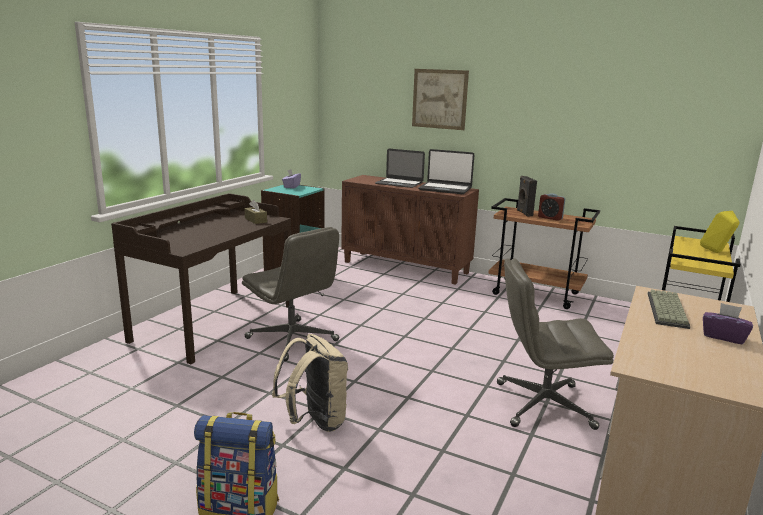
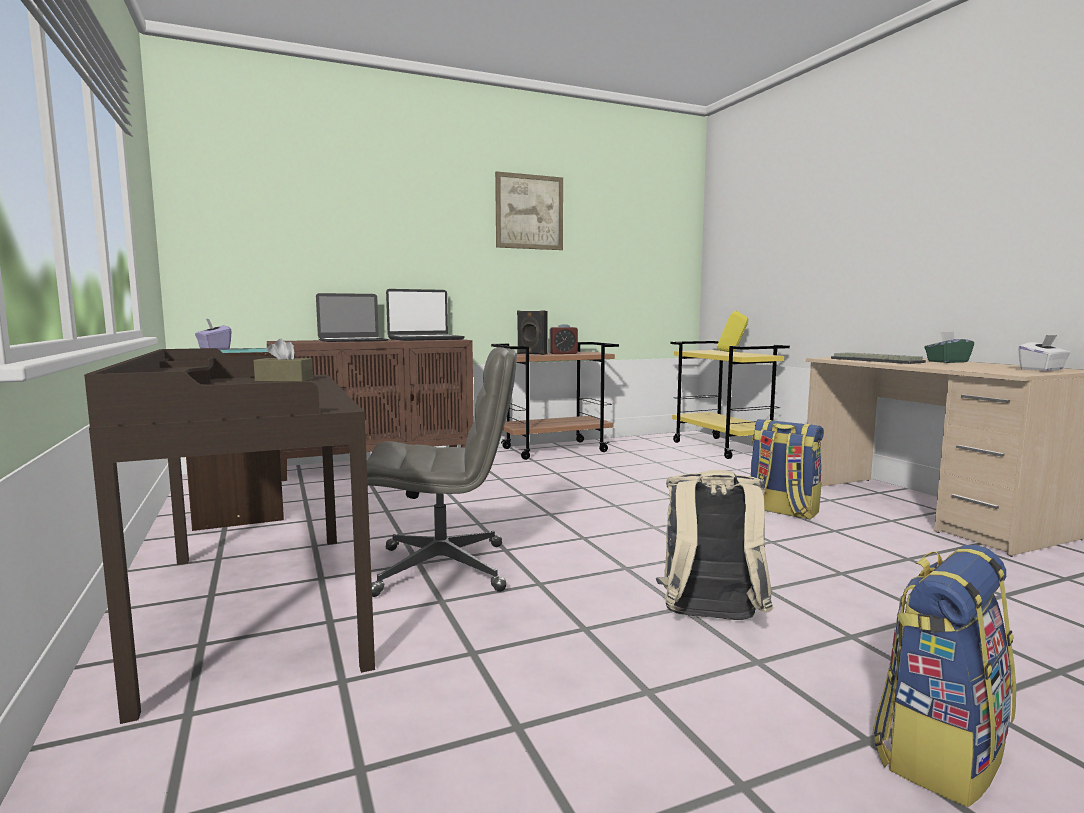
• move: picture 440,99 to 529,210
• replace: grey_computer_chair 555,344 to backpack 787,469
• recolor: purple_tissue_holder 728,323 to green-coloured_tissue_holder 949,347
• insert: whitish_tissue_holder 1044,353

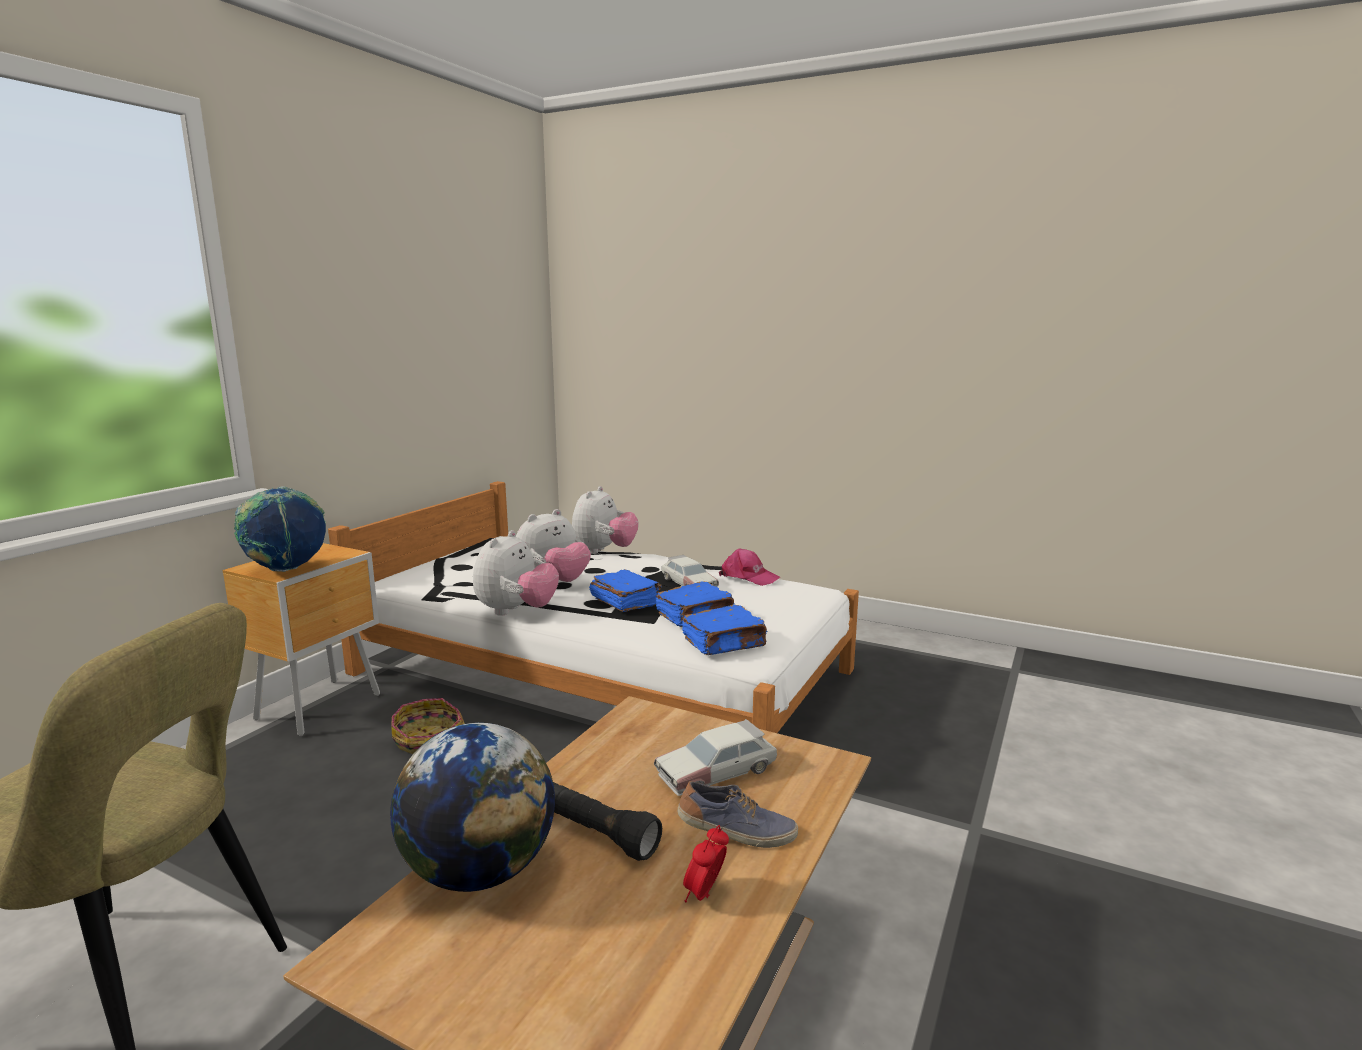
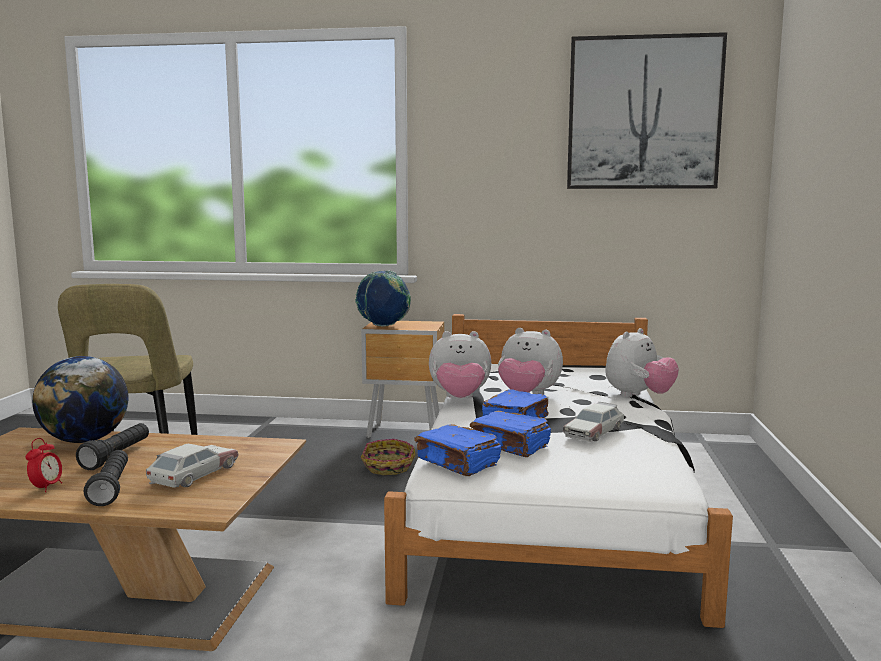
• rotate: table_clock 706,863 = 44,465 90 degrees clockwise
• replace: shoe 738,814 to black-coloured_hand_torch 106,478
• rotate: model_car 715,757 = 192,465 75 degrees clockwise
• insert: picture 647,110
• rotate: cuddly_toy 605,520 = 642,363 45 degrees counterclockwise
• delete: pink_baseball_cap 749,567

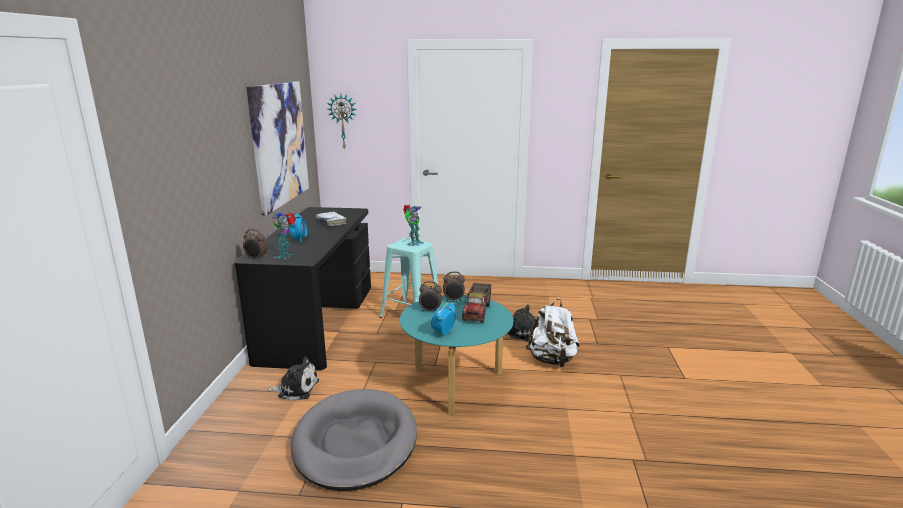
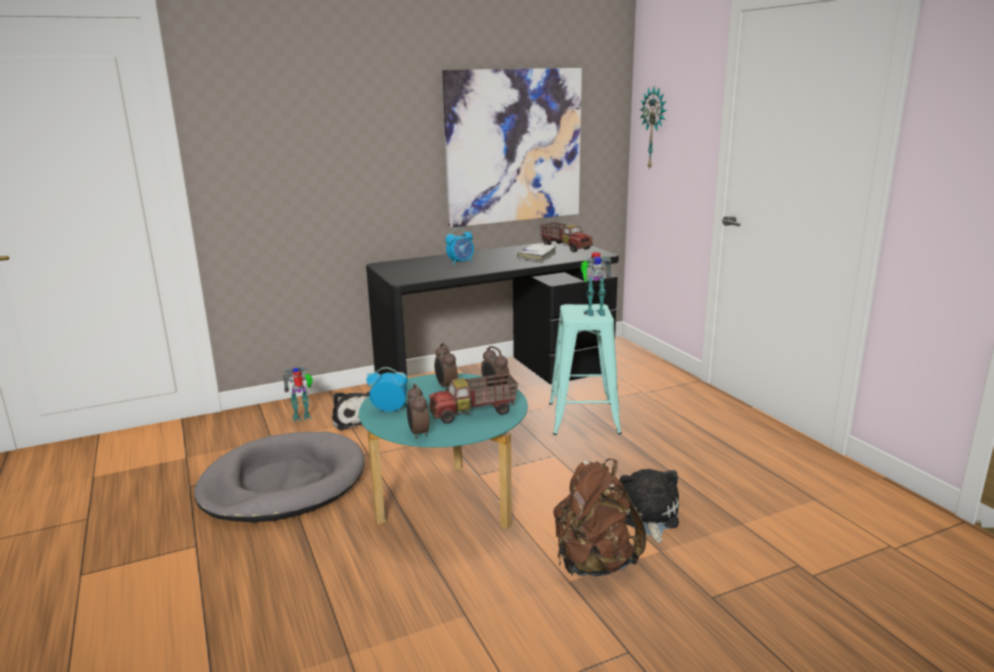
• move: robot_figure 284,236 to 298,394
• move: table_clock 255,244 to 418,411
• insert: model_truck 566,237
• recolor: whitish_backpack 553,333 to brown_backpack 599,517

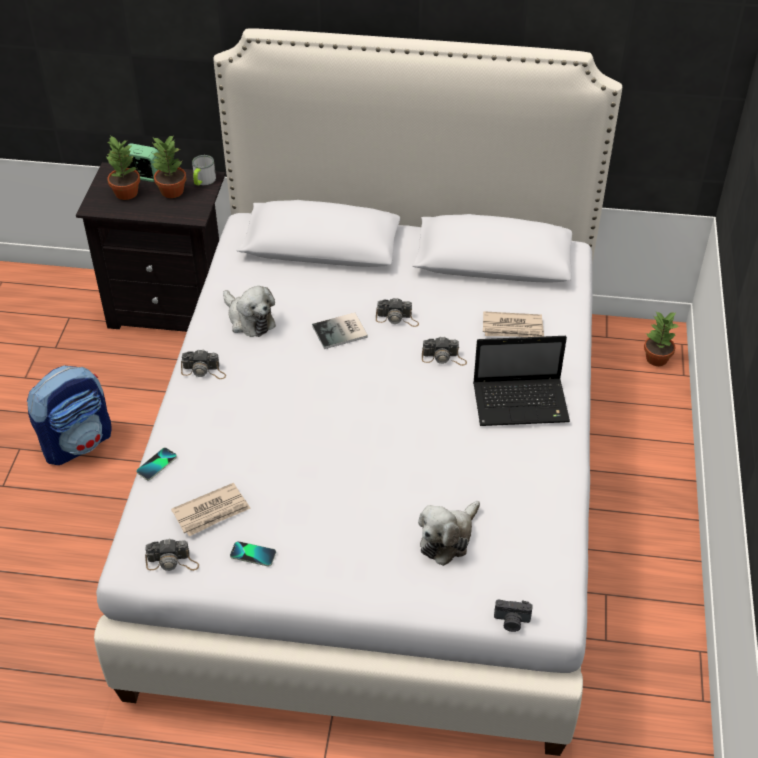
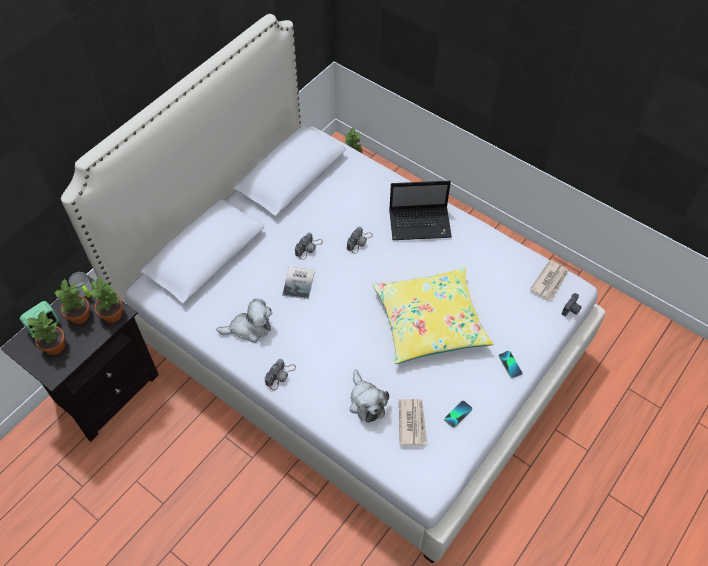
• insert: plant_in_a_pot 105,299
• move: cuddly_toy 449,533 to 369,396
• insert: yellow_throw_pillow 433,315
• rotate: notebook_computer 521,381 = 420,210 60 degrees clockwise
• move: telephone 156,464 to 511,364
• move: newspaper 513,324 to 549,280
• delete: backpack 69,415
• delete: still_camera 172,555

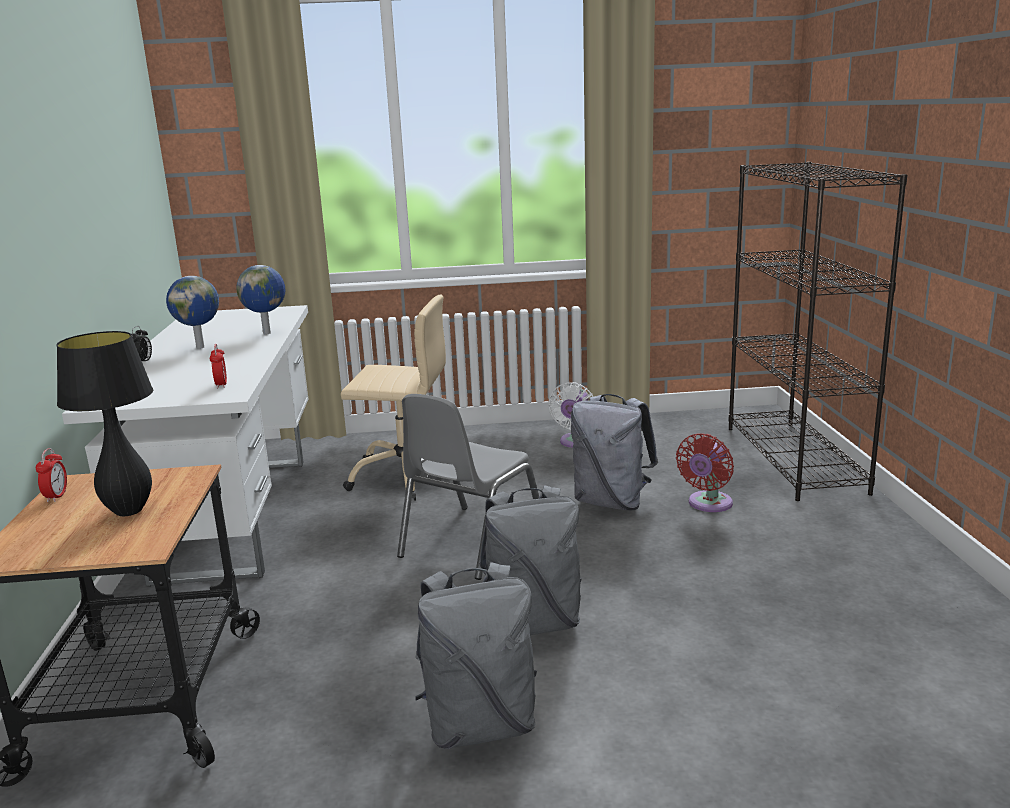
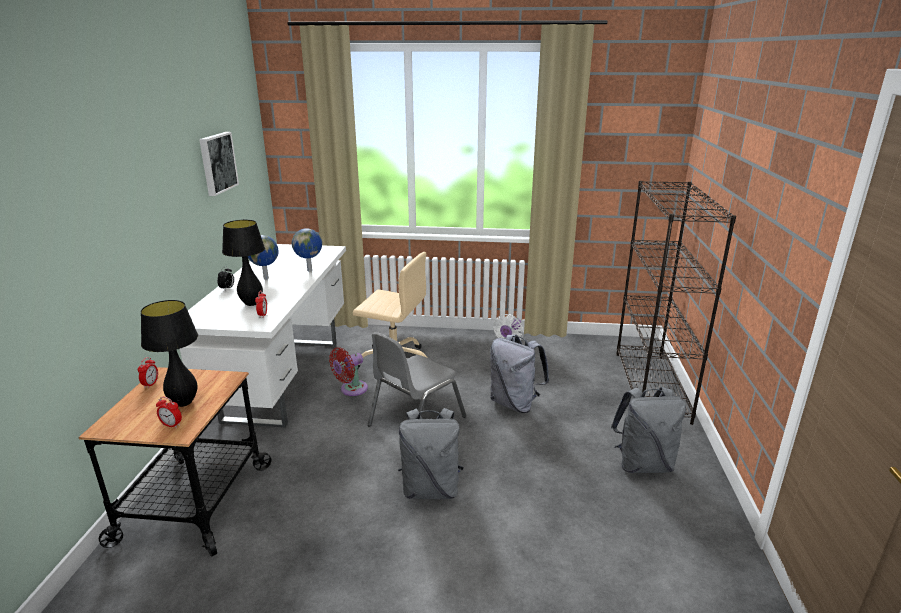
• insert: table_clock 169,412
• insert: picture 219,164
• insert: black-coloured_tabletop_lamp 243,263
• move: red-coloured_fan 705,472 to 348,371
• move: grey_backpack 476,655 to 648,430

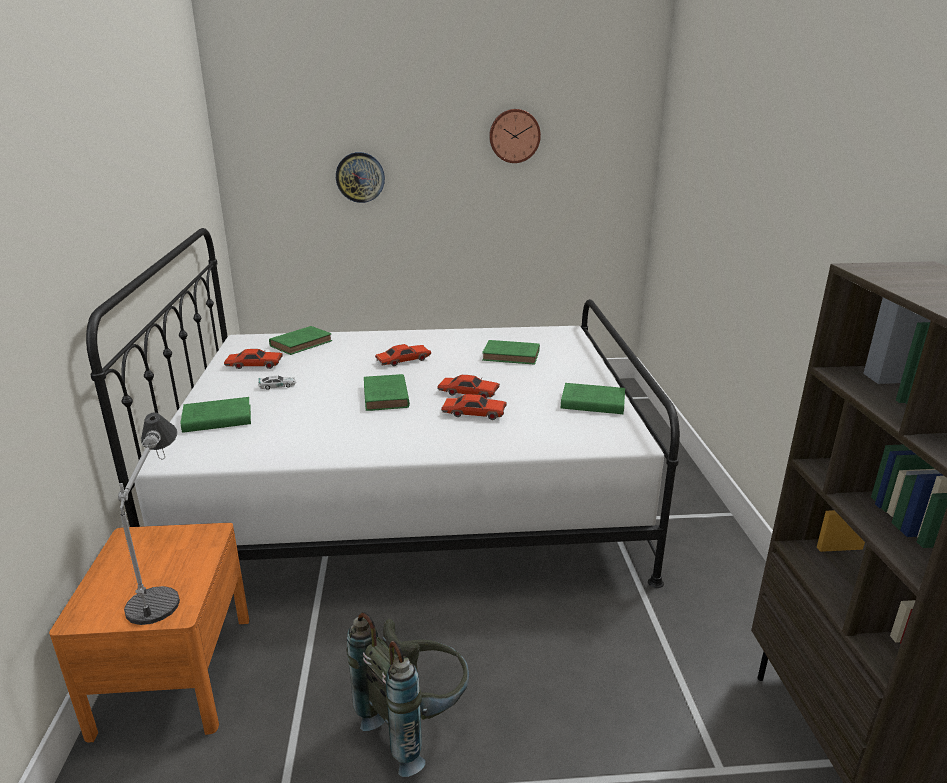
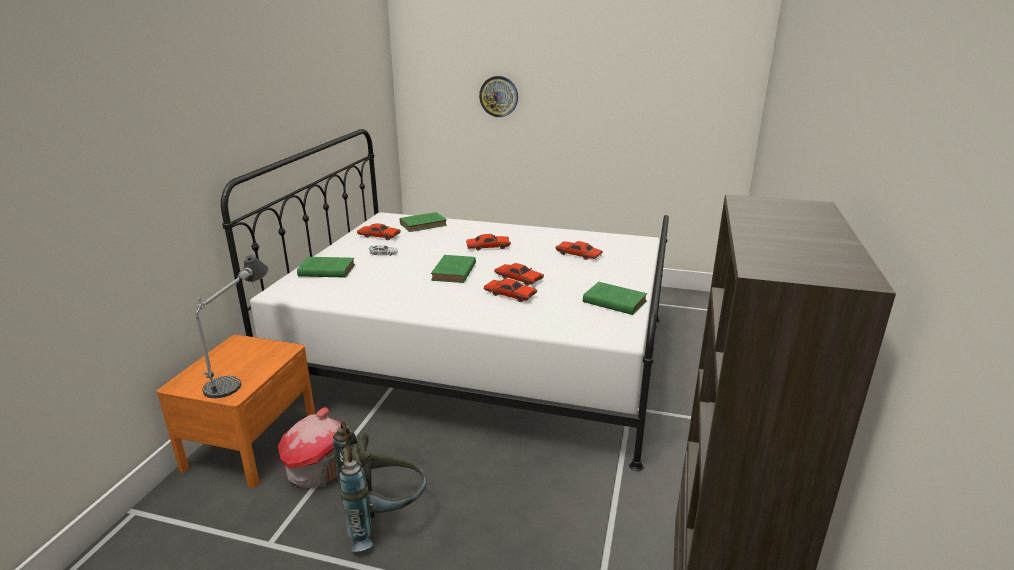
• insert: model_house 314,447
• replace: green-coloured_bound_book 511,352 to red-coloured_model_car 579,250
• delete: wall_clock 515,136

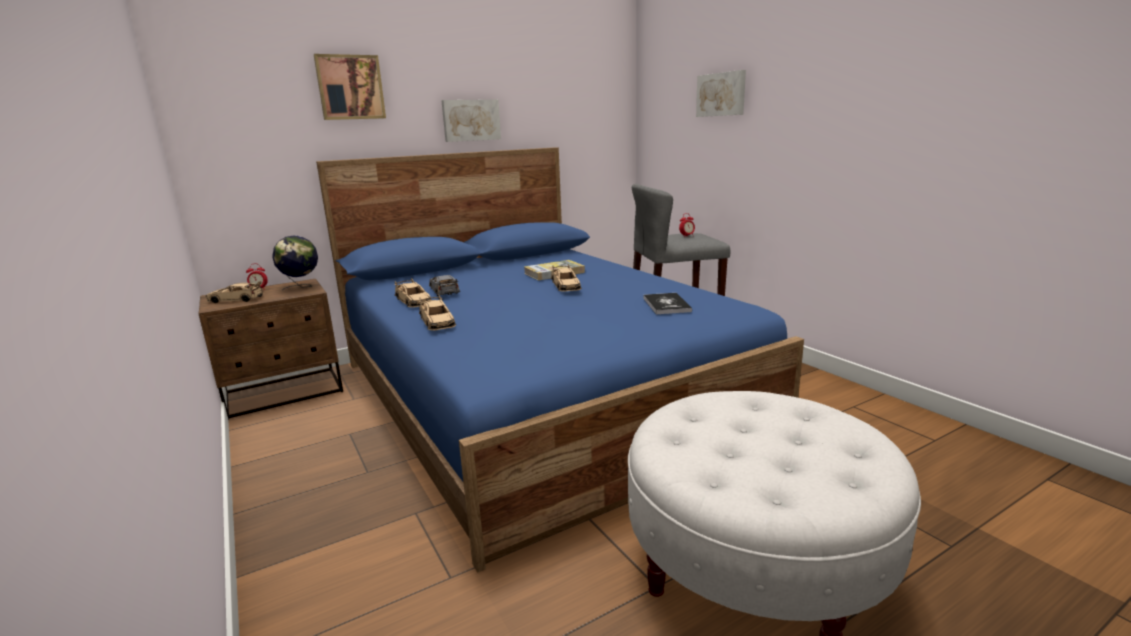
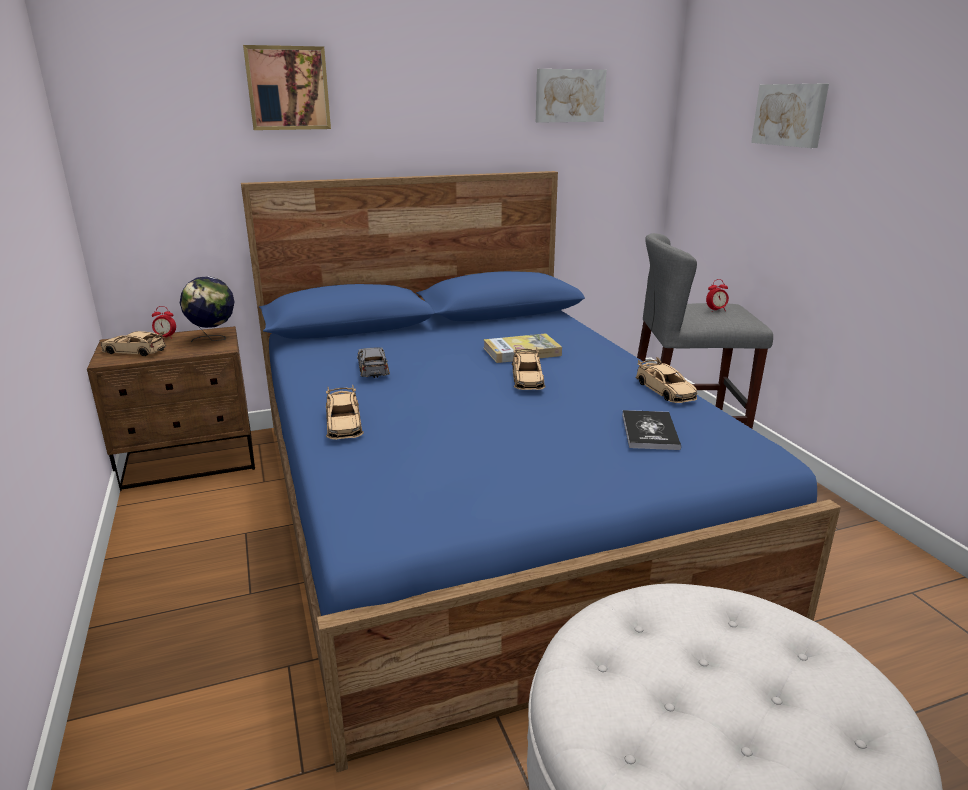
• move: picture 471,120 to 571,96
• move: beige-coloured_model_car 412,293 to 666,380

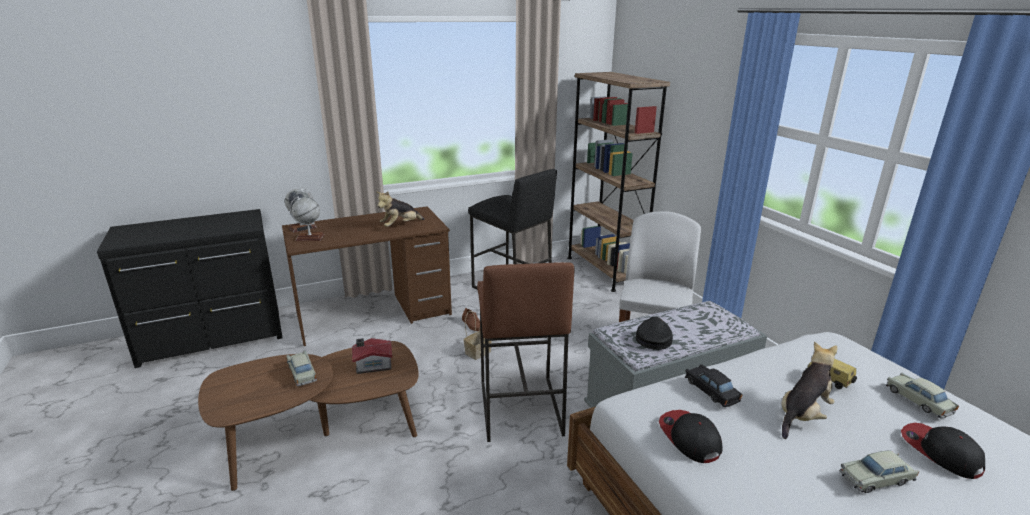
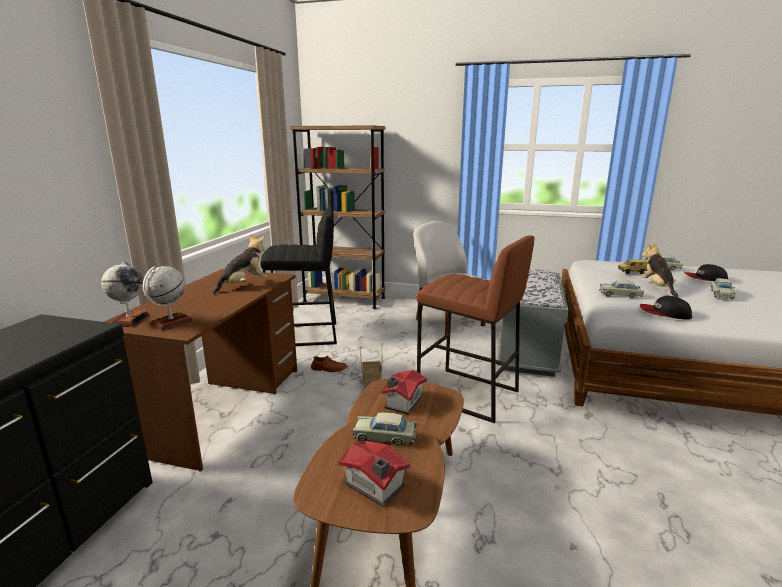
• rotate: cuddly_toy 401,209 = 240,264 135 degrees counterclockwise
• insert: model_house 374,474
• recolor: black-coloured_model_car 713,385 to beige-coloured_model_car 621,289
• delete: black-coloured_baseball_cap 654,333

